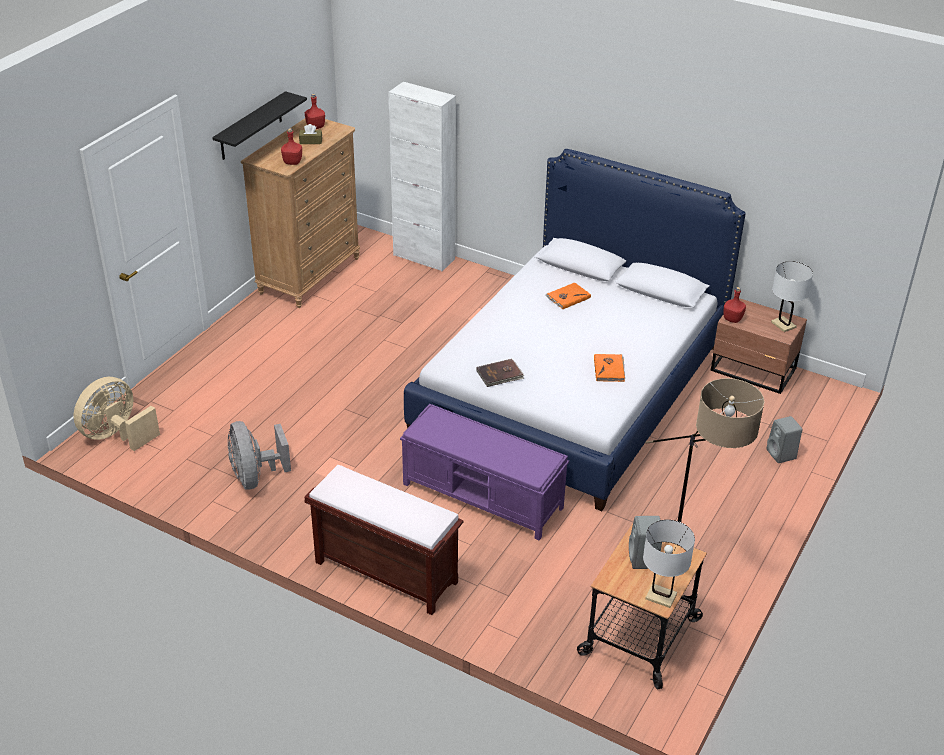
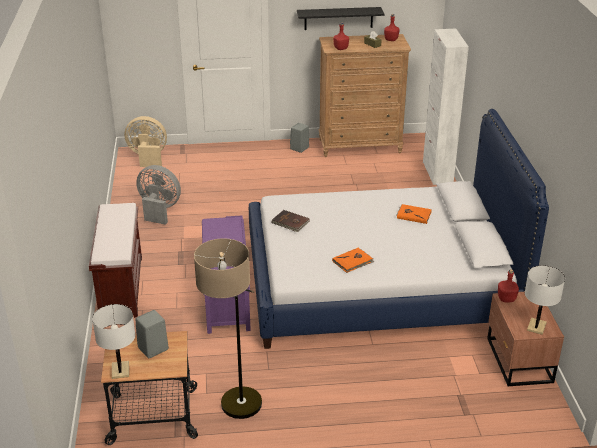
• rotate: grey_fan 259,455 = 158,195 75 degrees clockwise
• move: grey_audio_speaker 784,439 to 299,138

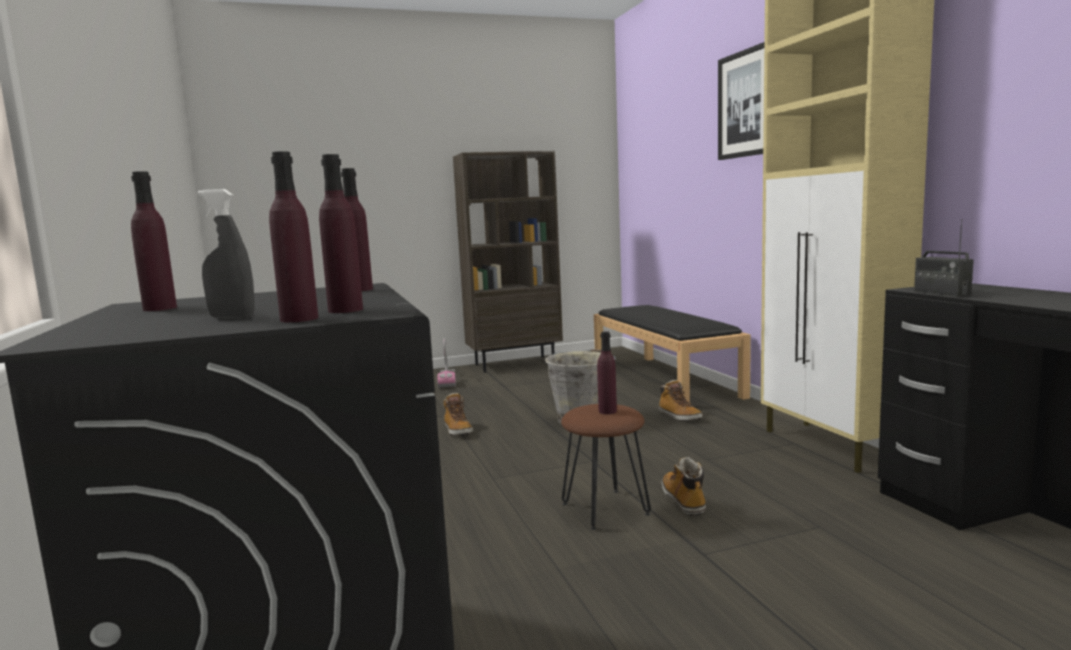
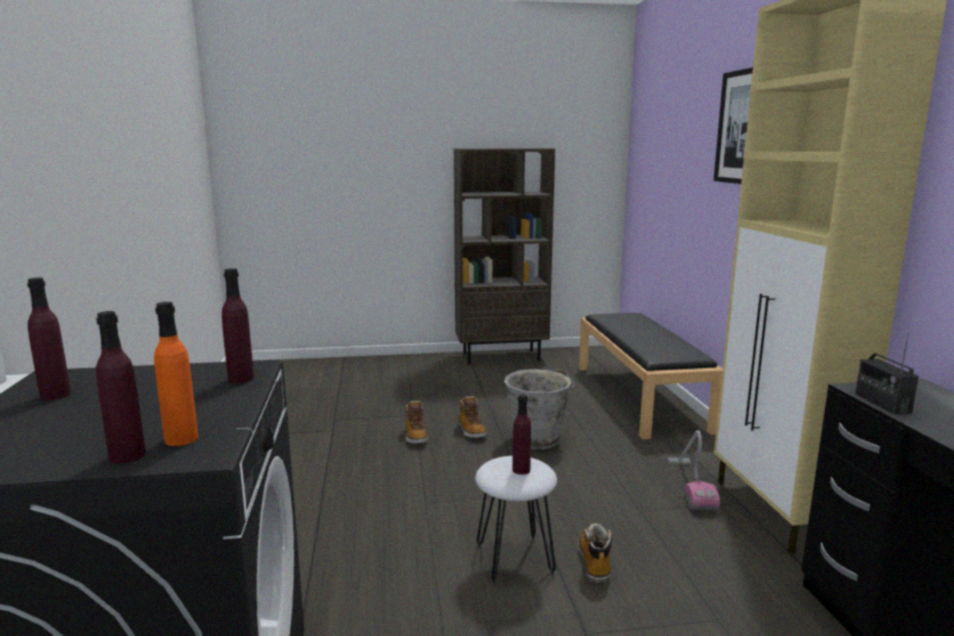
• recolor: purple_bottle 341,233 to orangey_bottle 176,374
• move: boot 681,400 to 473,417
• recolor: brown_stool_seat 606,467 to whitish_stool_seat 516,520
• move: vacuum 446,363 to 694,470
• delete: grey_hand_sprayer 226,254

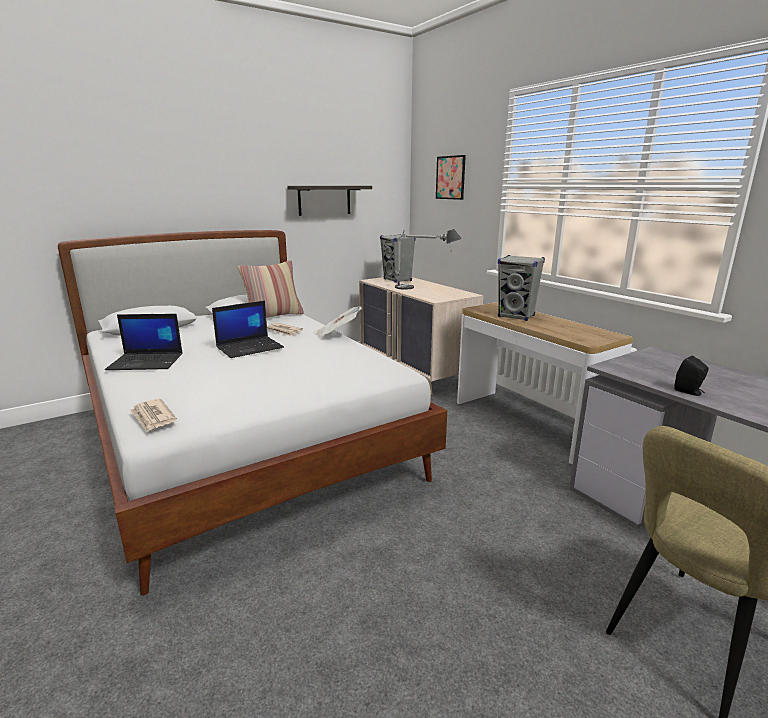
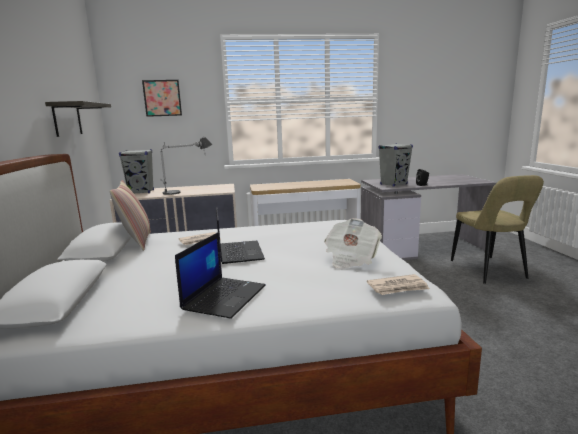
• move: newspaper 338,321 to 353,243
• move: grey_audio_speaker 521,288 to 396,165

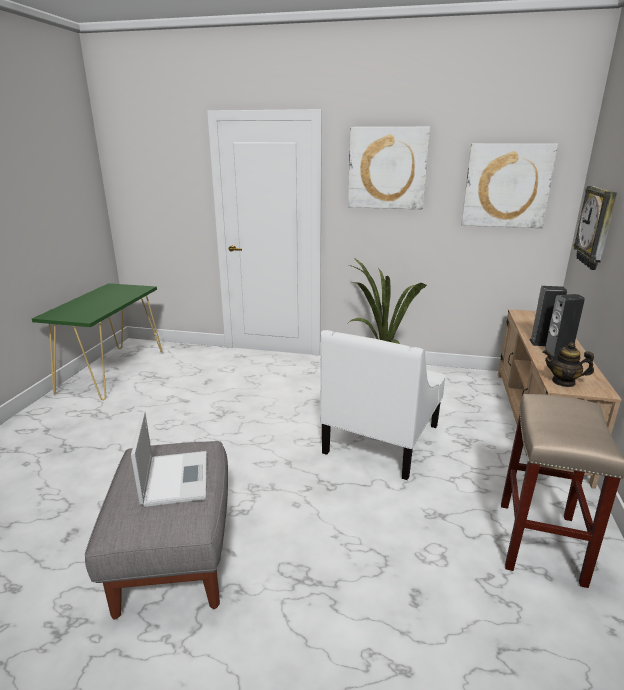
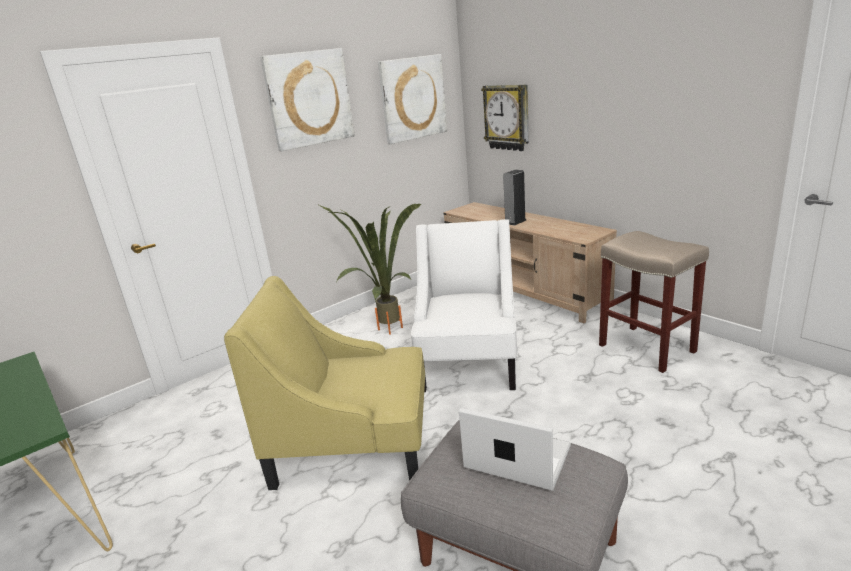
• insert: yellow_easy_chair 324,383
• rotate: whitish_easy_chair 382,405 = 464,305 150 degrees counterclockwise
• delete: audio_speaker 563,326
• delete: teapot 569,365

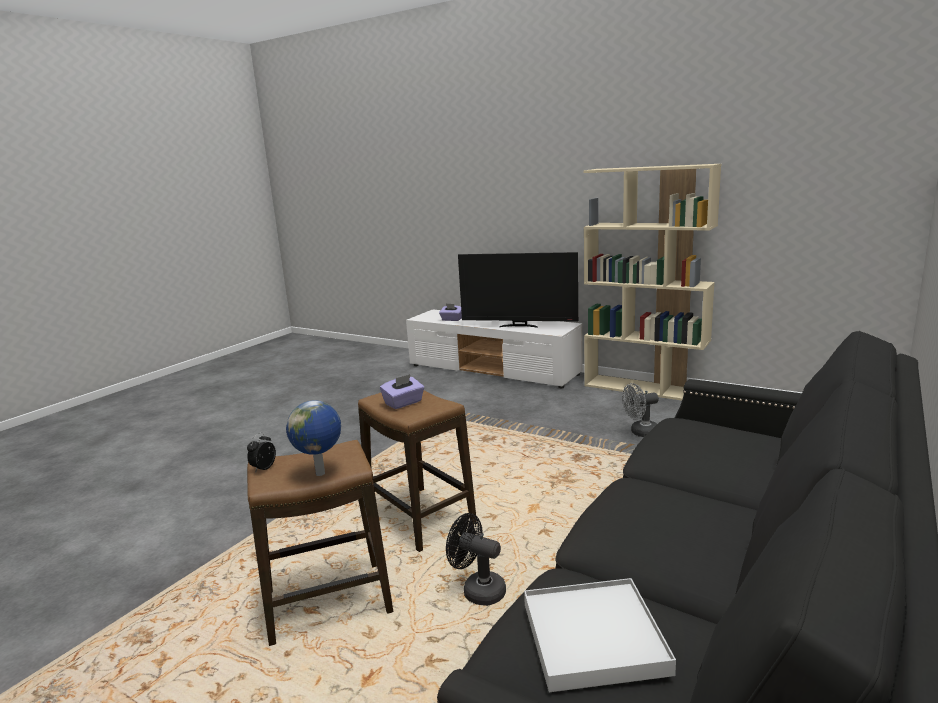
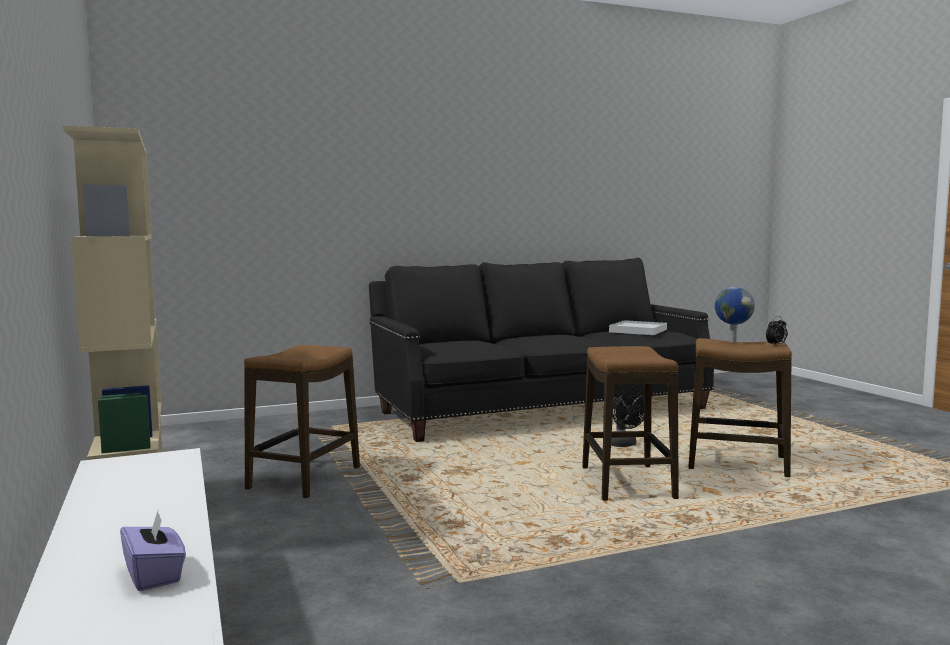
• replace: grey_fan 640,410 to stool_seat 302,422
• delete: purple_tissue_holder 402,391
• delete: TV_set 518,290

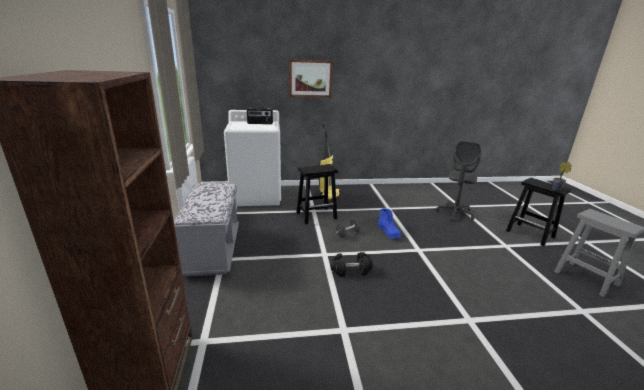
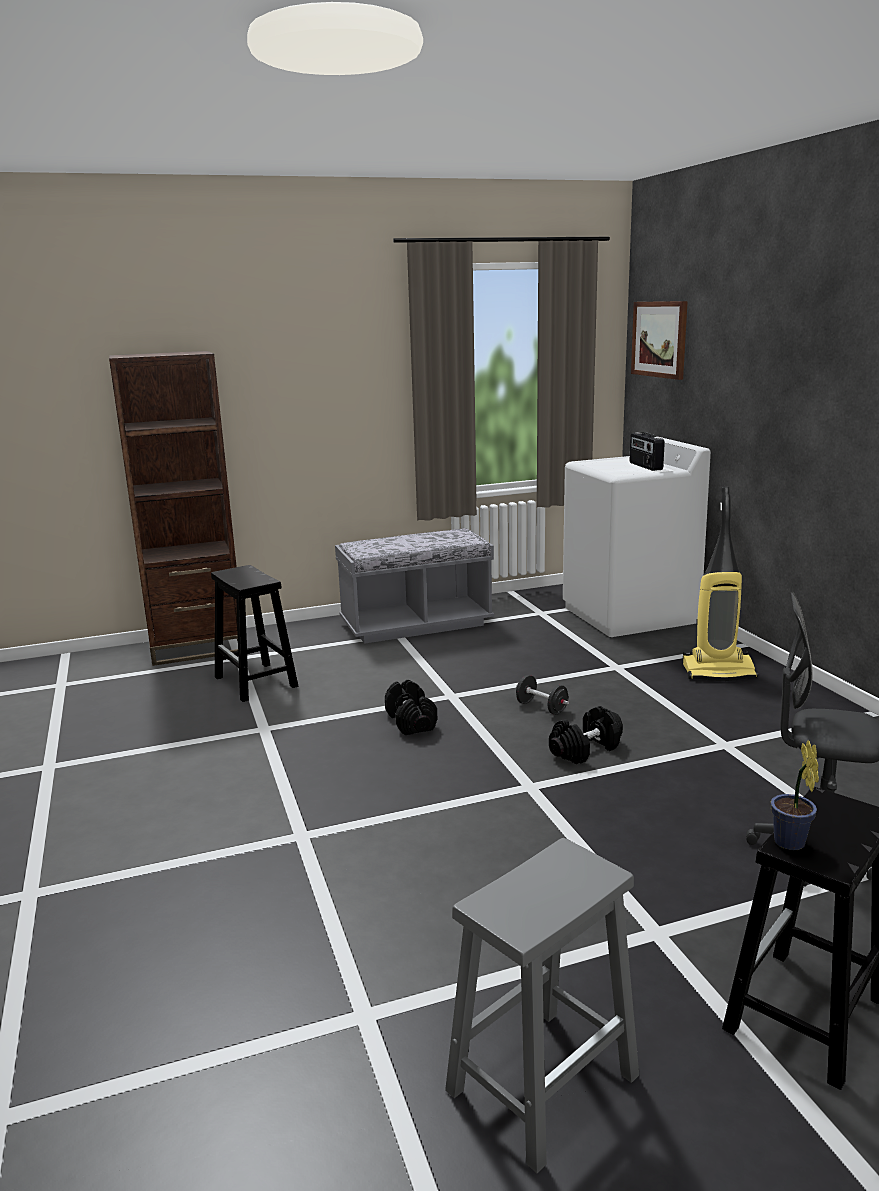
• move: black-coloured_stool_seat 317,194 to 254,633
• replace: blue-coloured_boot 389,224 to black-coloured_hand_weight 586,735
• move: picture 311,78 to 659,340

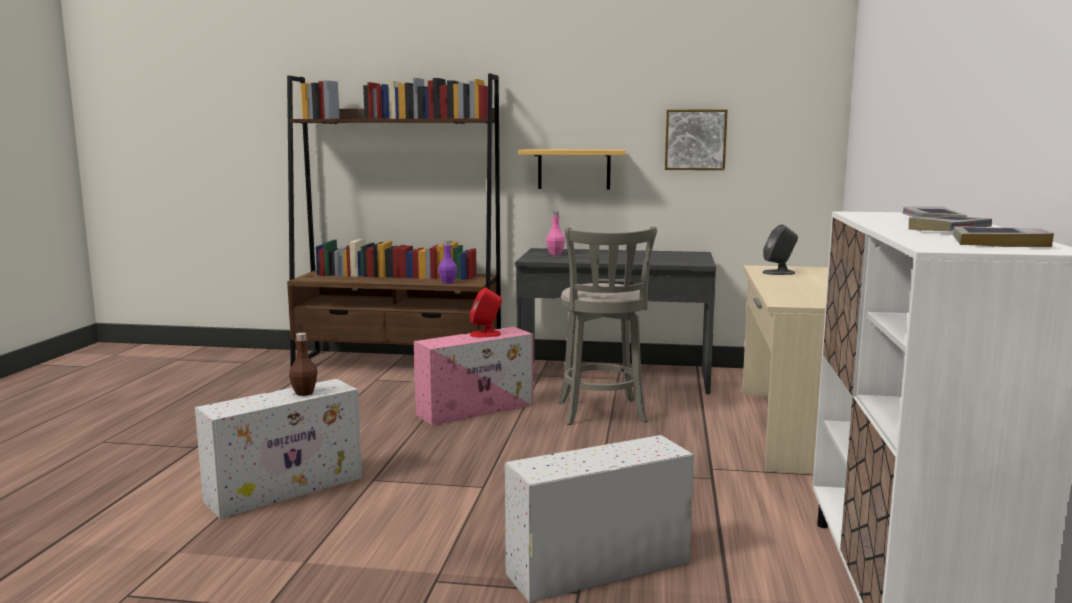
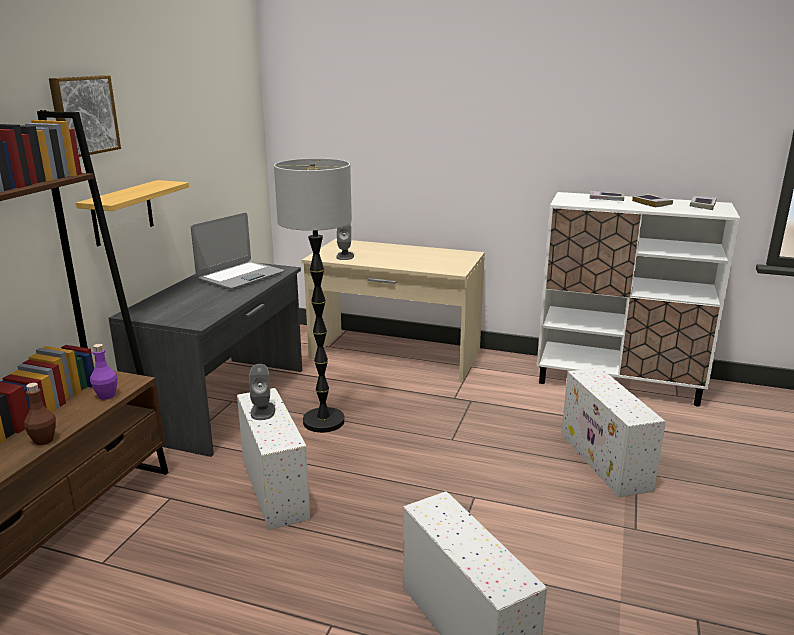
• move: brown_bottle 303,364 to 40,414
• move: picture 696,139 to 85,116
• insert: notebook_computer 237,251
• recolor: pink_storage_bin 473,376 to whitish_storage_bin 273,459
• recolor: red-coloured_audio_speaker 486,312 to grey_audio_speaker 262,392
• replace: grey_stool_seat 607,325 to standard_lamp 313,295
• delete: pink_bottle 555,233

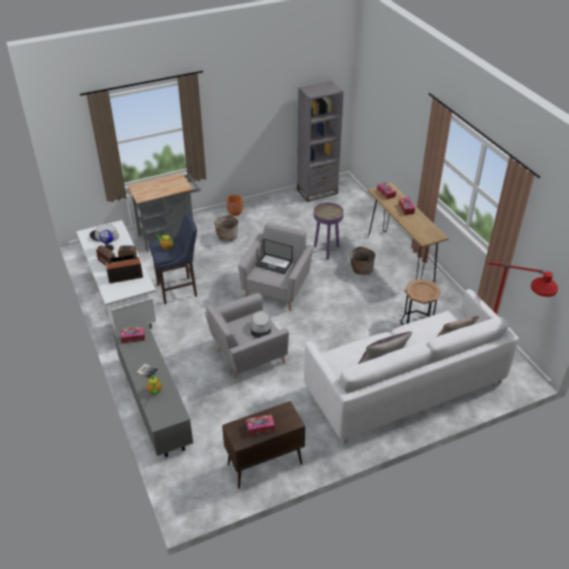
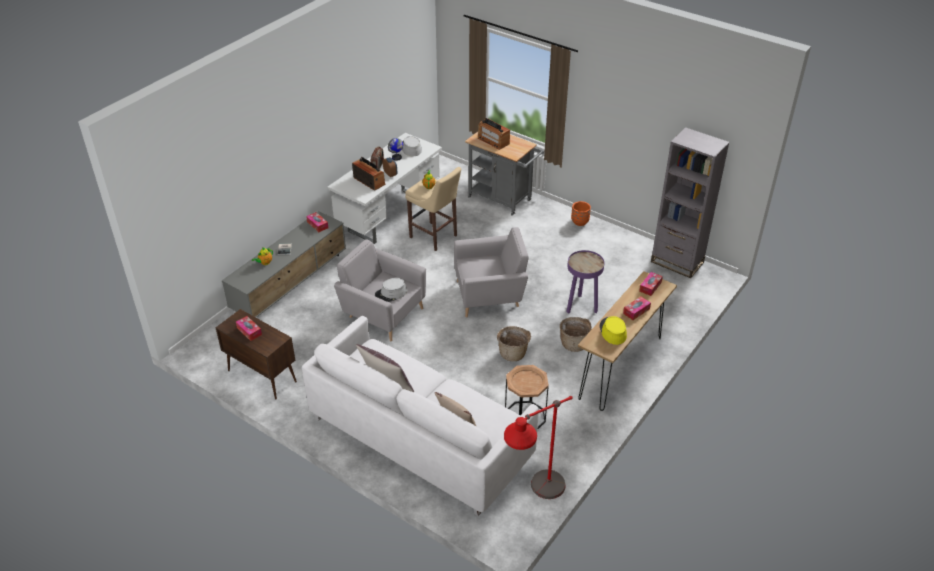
• recolor: blue-coloured_stool_seat 173,258 to beige-coloured_stool_seat 433,209
• insert: radio_receiver 494,134
• move: basket 226,228 to 514,343
• insert: yellow_hat 613,330
• delete: notebook_computer 274,256

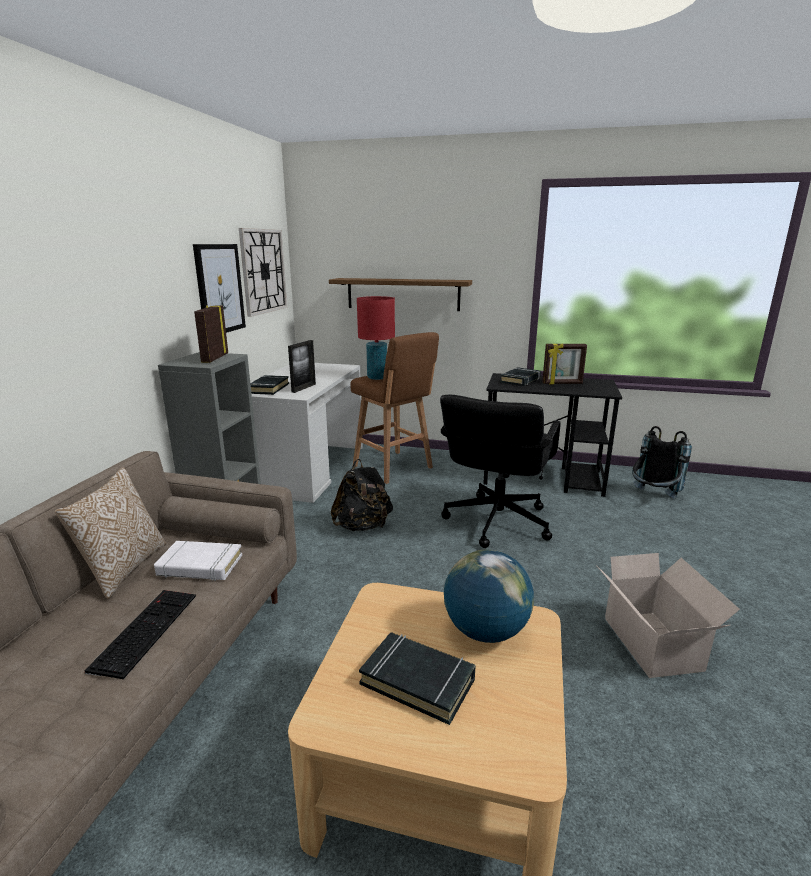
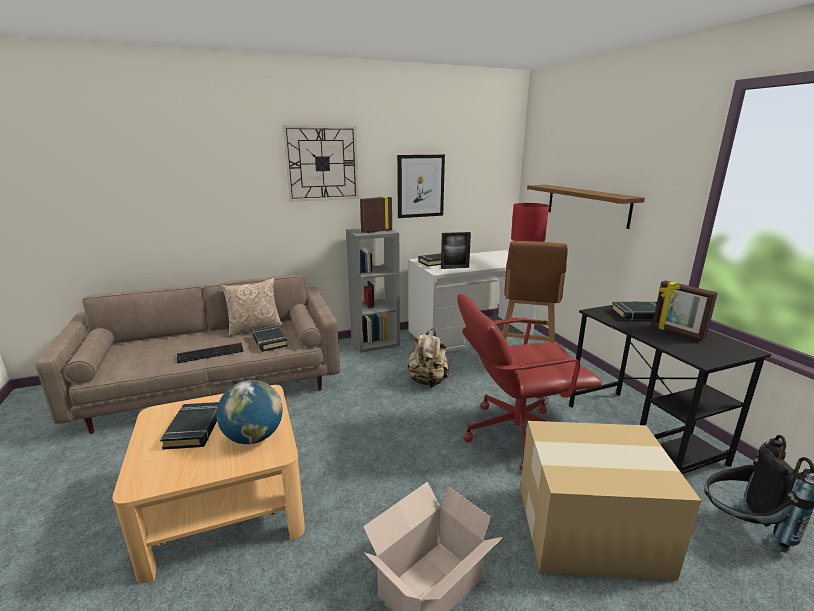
• recolor: whitish_bound_book 198,561 to black-coloured_bound_book 270,339
• move: wall_clock 263,272 to 321,163
• recolor: black-coloured_backpack 362,495 to beige-coloured_backpack 428,358
• recolor: black-coloured_computer_chair 500,471 to red-coloured_computer_chair 529,382
• insert: carton 610,501

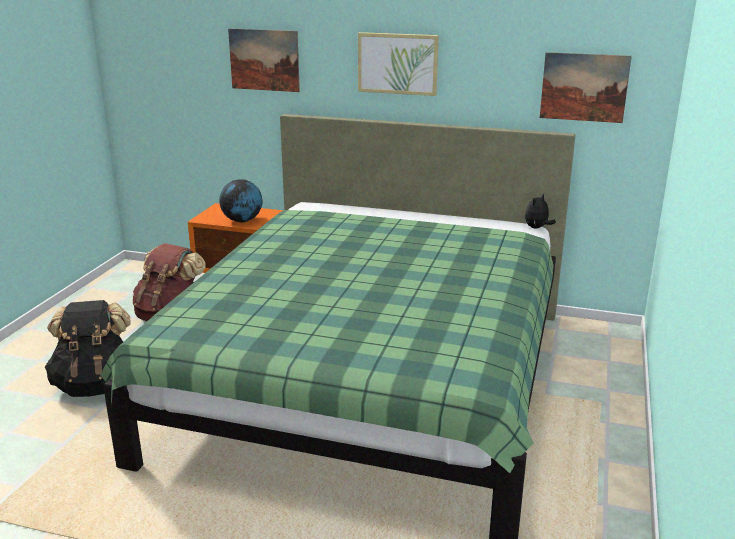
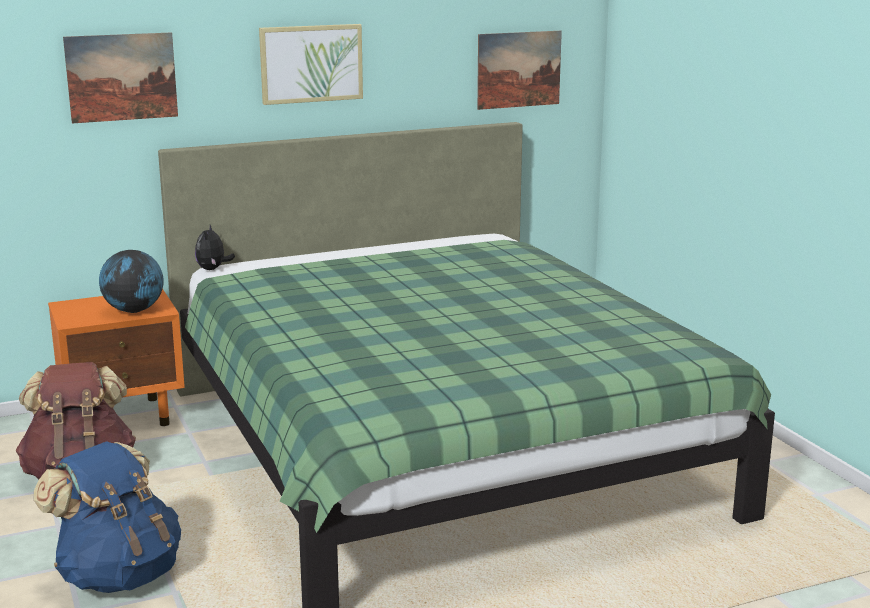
• recolor: black-coloured_backpack 88,348 to blue-coloured_backpack 107,517
• move: cuddly_toy 540,211 to 215,247

